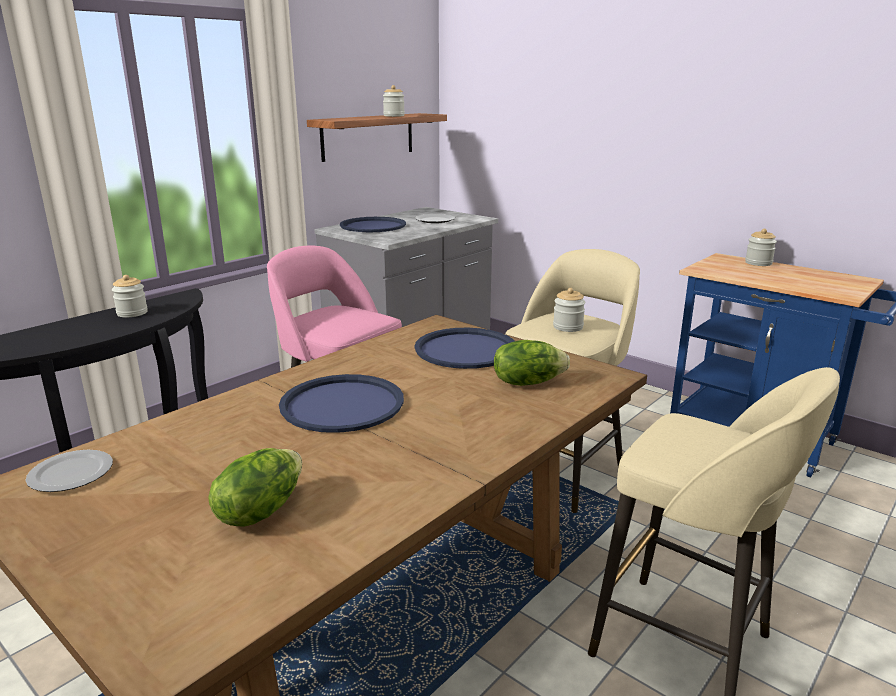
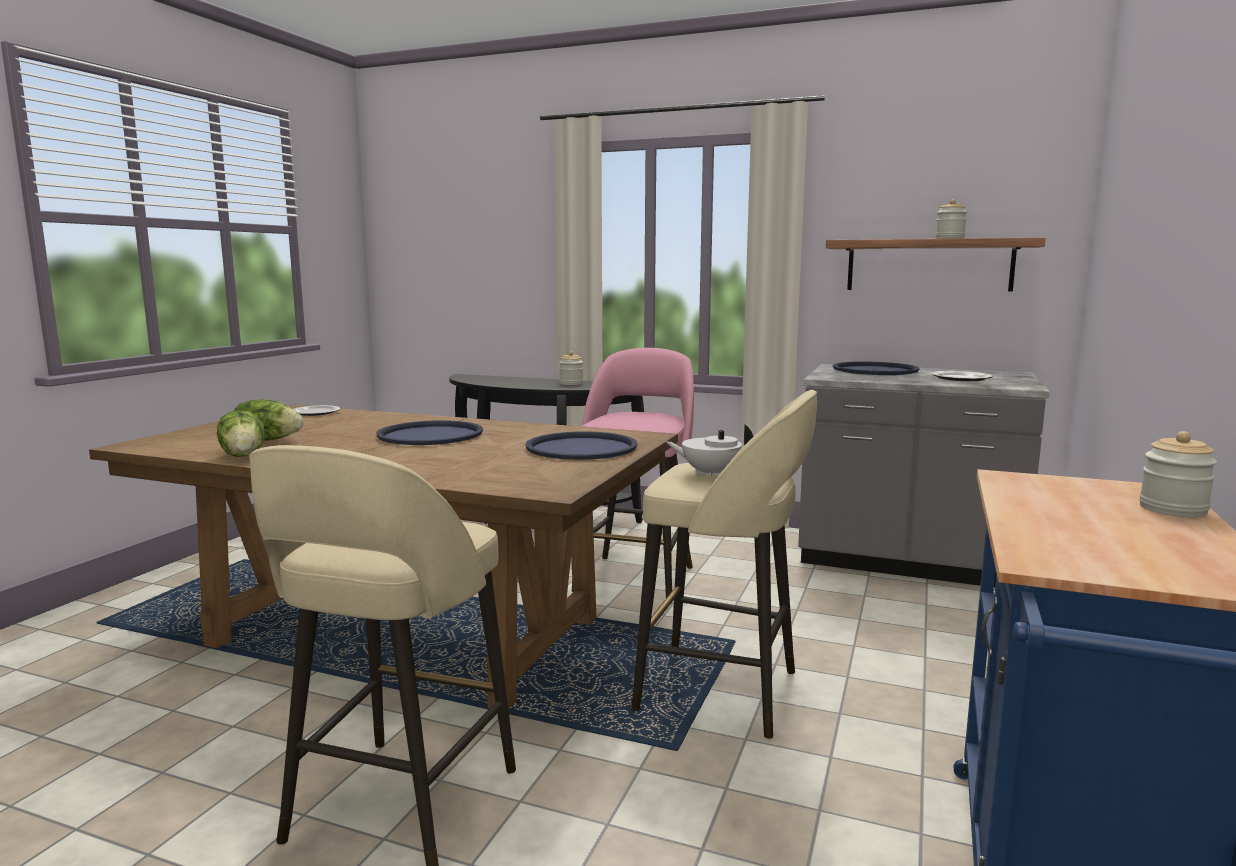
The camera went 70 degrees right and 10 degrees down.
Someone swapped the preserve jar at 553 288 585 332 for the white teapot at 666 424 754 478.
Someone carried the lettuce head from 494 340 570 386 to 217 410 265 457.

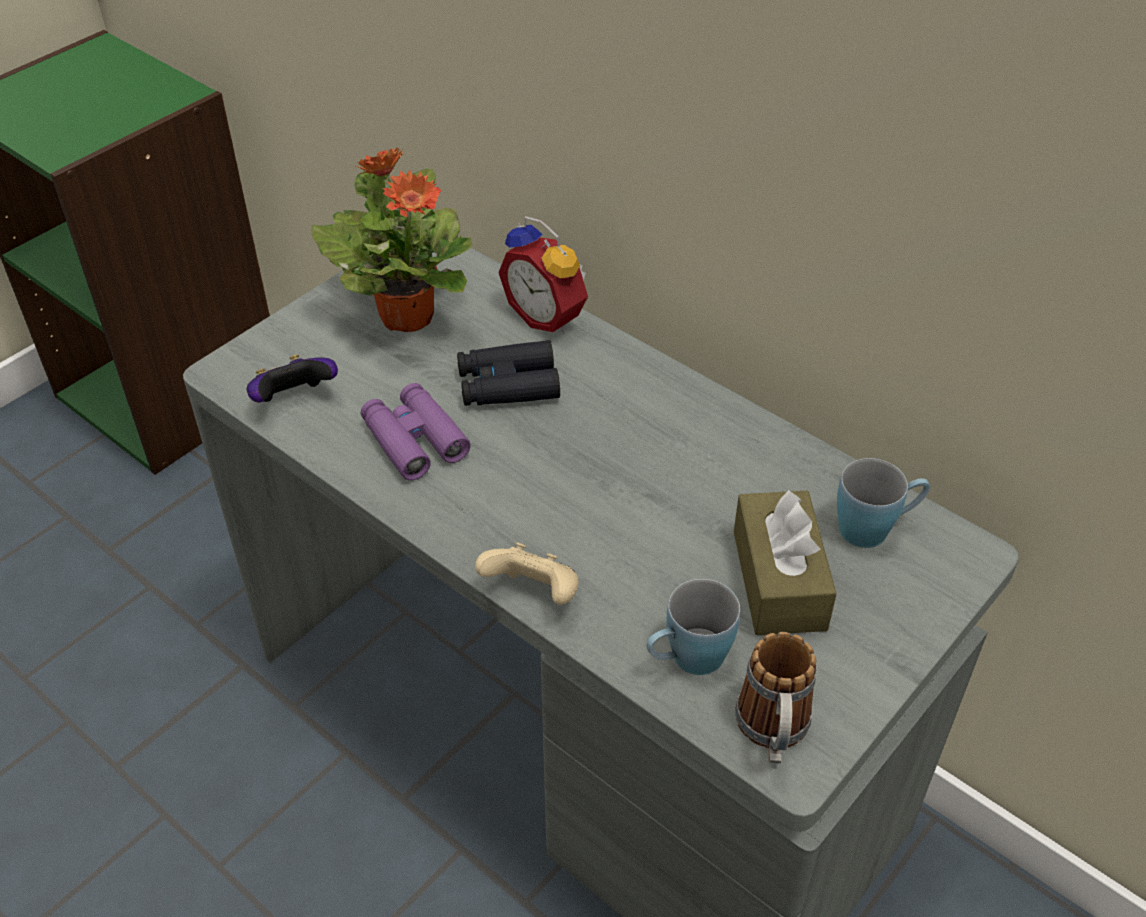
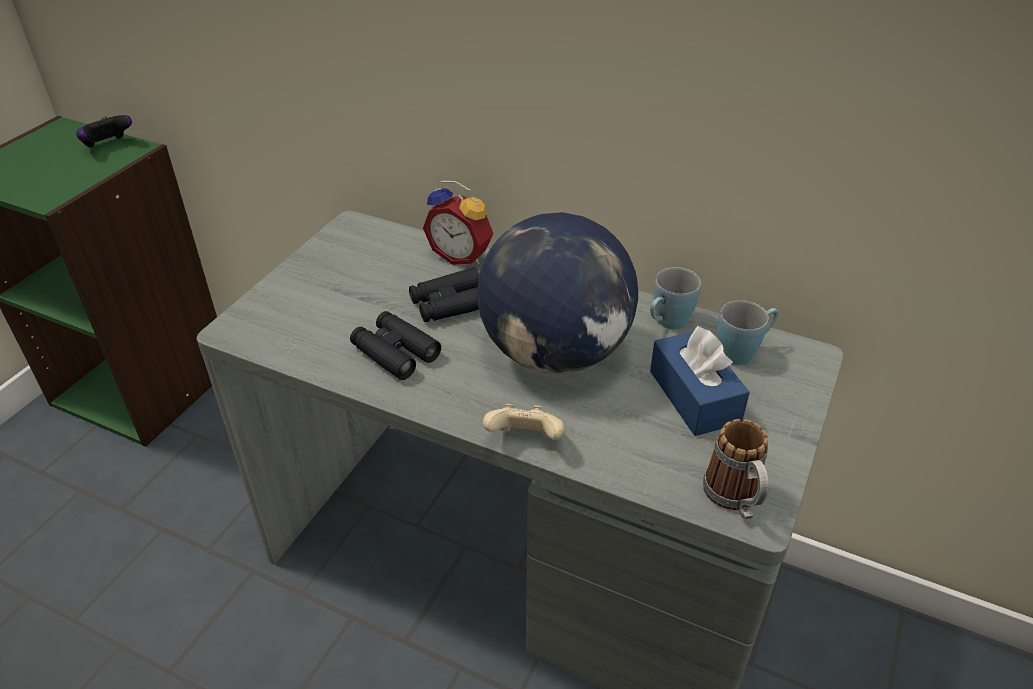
The camera went 15 degrees left and 5 degrees down.
Someone took away the plant in a pot at 311 148 473 332.
Someone carried the game controller from 247 355 338 403 to 76 115 132 148.
Someone repainted the purple binoculars at 361 383 470 481, which became the black-coloured binoculars at 350 311 441 380.
Someone repainted the brown-coloured box of tissues at 734 489 837 635, which became the blue box of tissues at 650 326 750 436.
Someone carried the blue coffee mug from 647 579 740 675 to 650 267 701 329.
Someone put down the globe at 477 212 638 374.

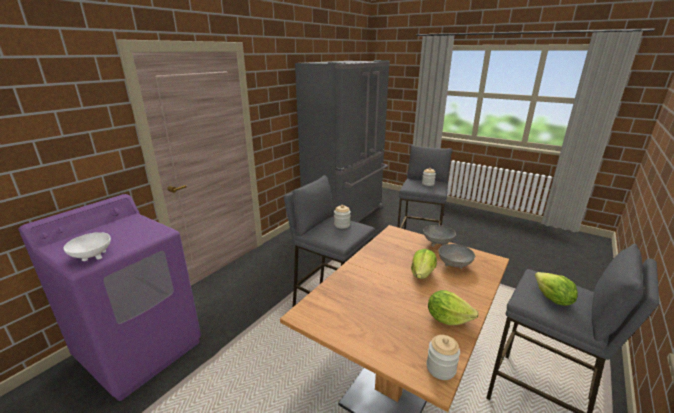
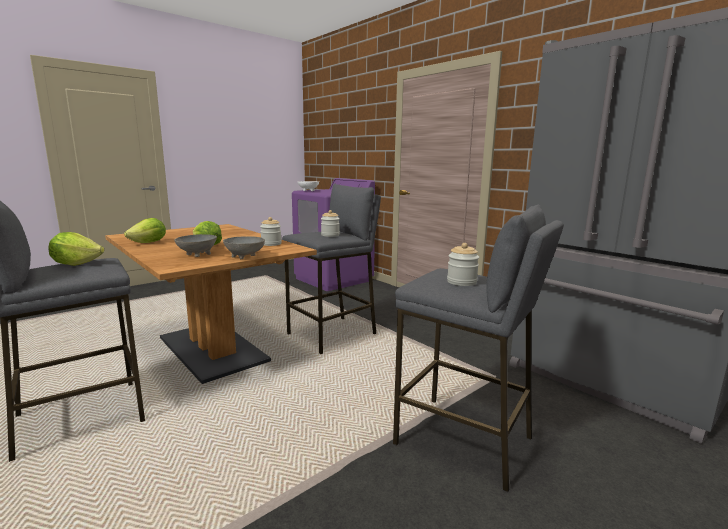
The camera went 105 degrees right and 10 degrees down.
Someone carried the preserve jar from 426 335 460 380 to 260 217 282 246.

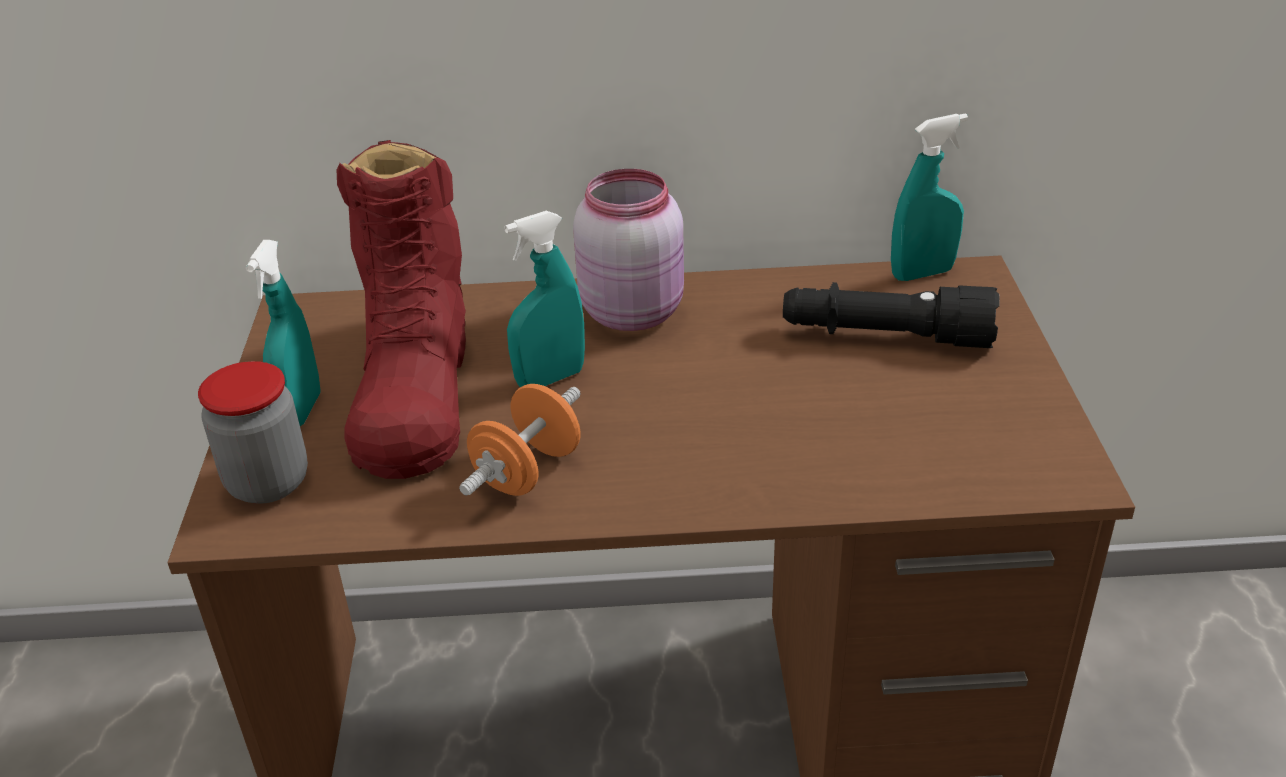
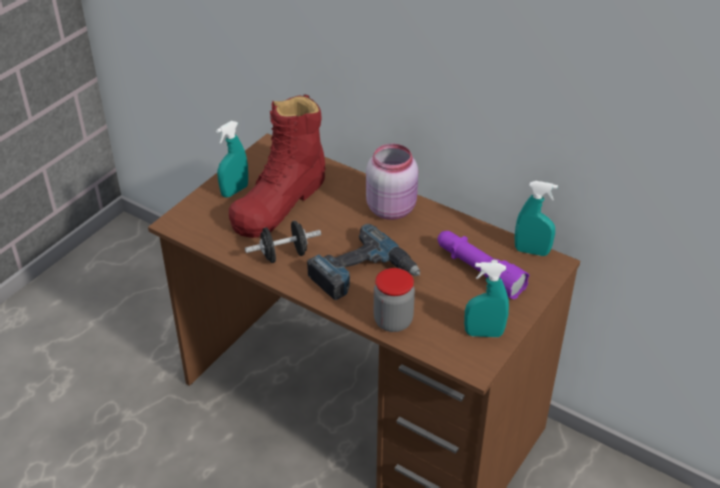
The camera went 35 degrees right and 5 degrees up.
Someone carried the turquoise-coloured sprayer from 504 211 585 387 to 464 262 509 337.
Someone repainted the black-coloured flashlight at 783 282 1000 348, which became the purple flashlight at 437 231 530 299.
Someone carried the preserve jar from 198 361 308 504 to 374 268 415 332.
Someone repainted the orangey hand weight at 459 384 581 496, which became the black-coloured hand weight at 245 221 321 263.
Someone put down the power drill at 307 224 420 300.

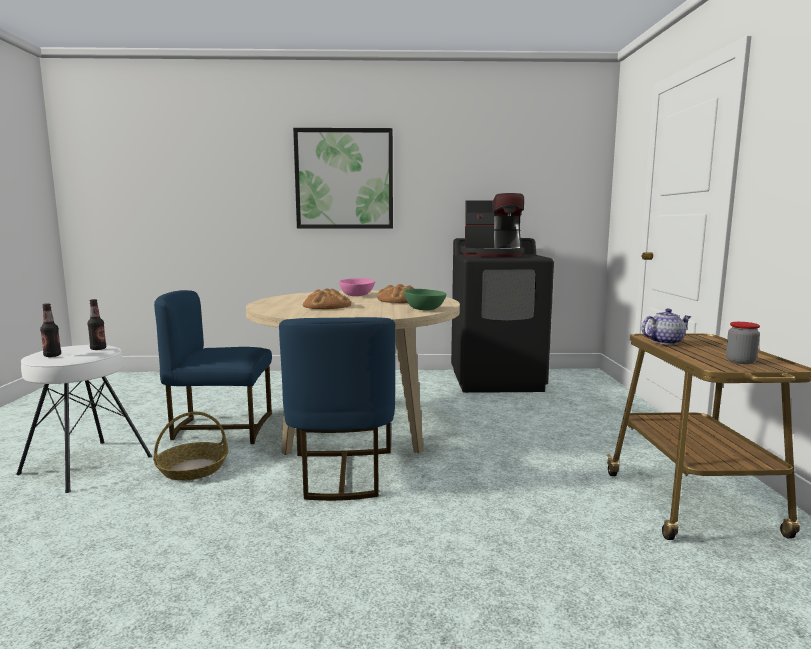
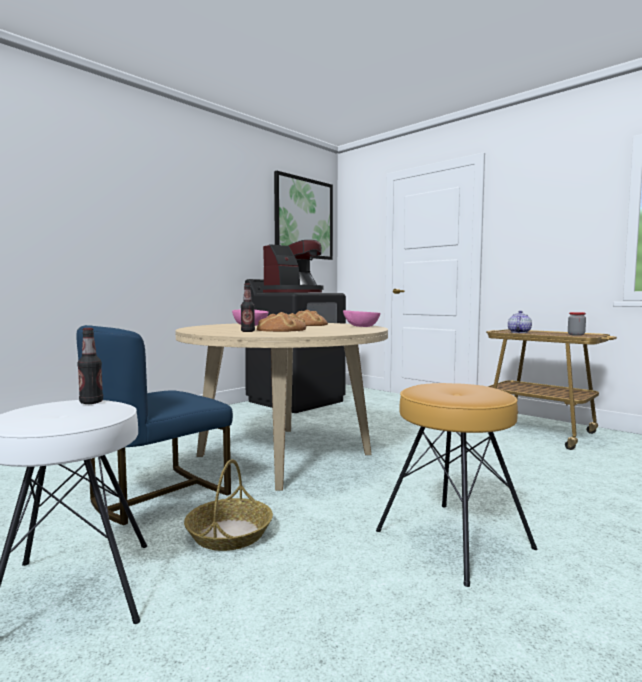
The camera went 45 degrees left and 5 degrees down.
Someone carried the picture from 293 128 393 229 to 274 171 333 260.
Someone repainted the green serving bowl at 404 289 446 311, which became the pink-coloured serving bowl at 343 310 380 327.
Someone carried the beverage bottle from 40 303 61 357 to 241 284 255 332.
Someone took away the blue chair at 279 317 395 501.
Someone put down the brown-coloured stool at 376 383 537 587.

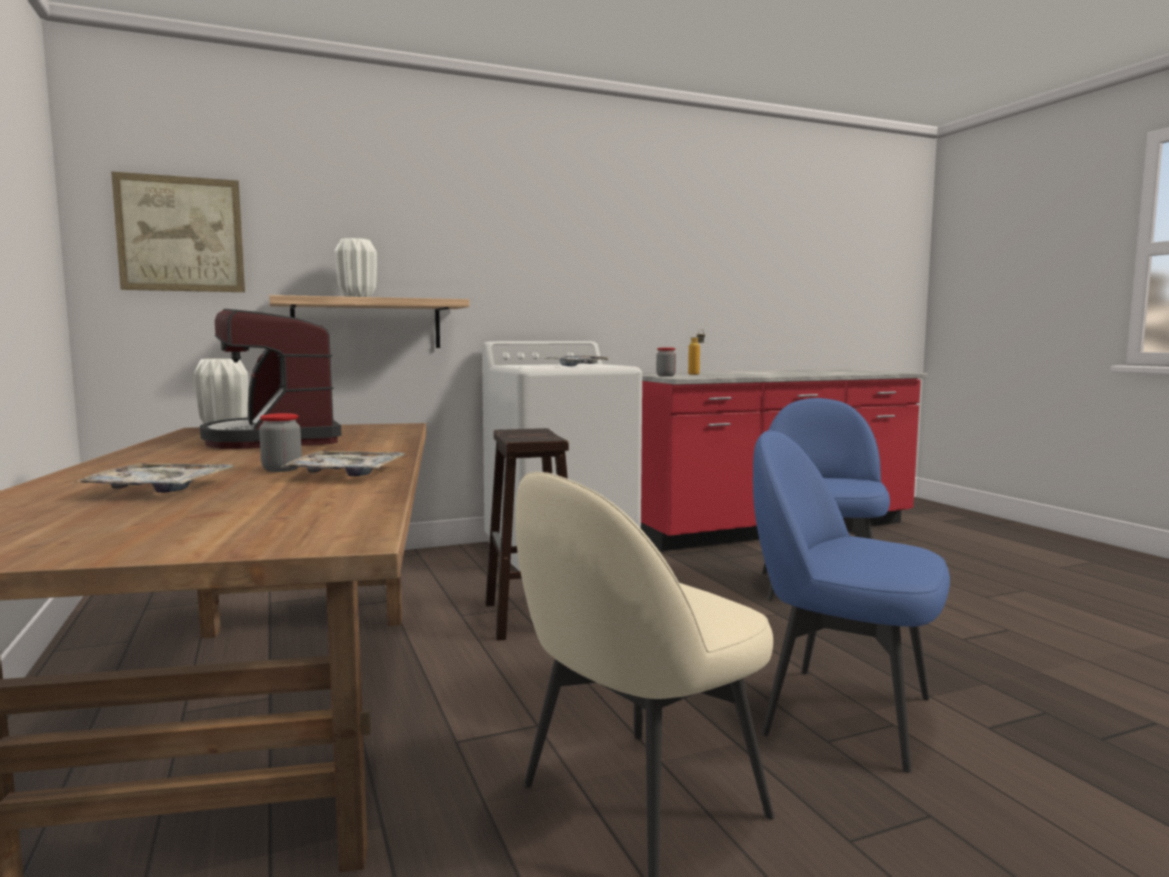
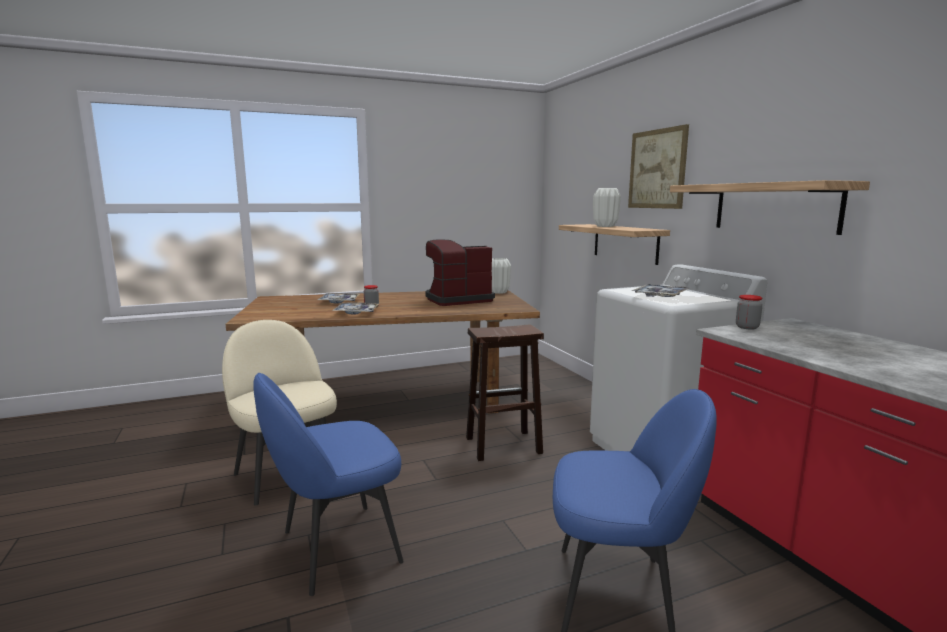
The camera went 90 degrees right and 5 degrees up.
Someone carried the picture from 111 171 245 292 to 628 124 689 209.
Someone took away the beverage bottle at 688 329 705 375.
Someone rotated the blue chair at 753 430 950 773 by 150 degrees counterclockwise.
Someone put up the shelf at 670 180 870 235.

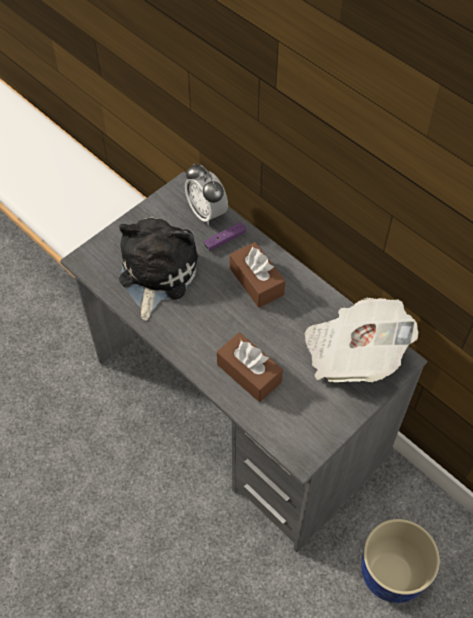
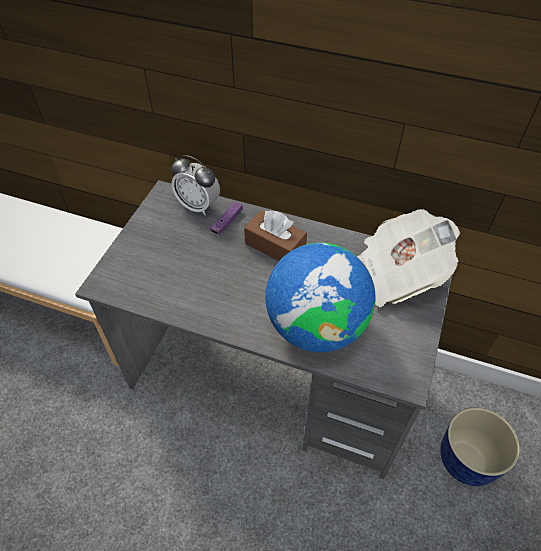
The camera went 25 degrees left and 5 degrees down.
Someone took away the soft toy at 119 217 198 321.
Someone swapped the brown-coloured box of tissues at 217 332 283 402 for the globe at 265 243 375 352.

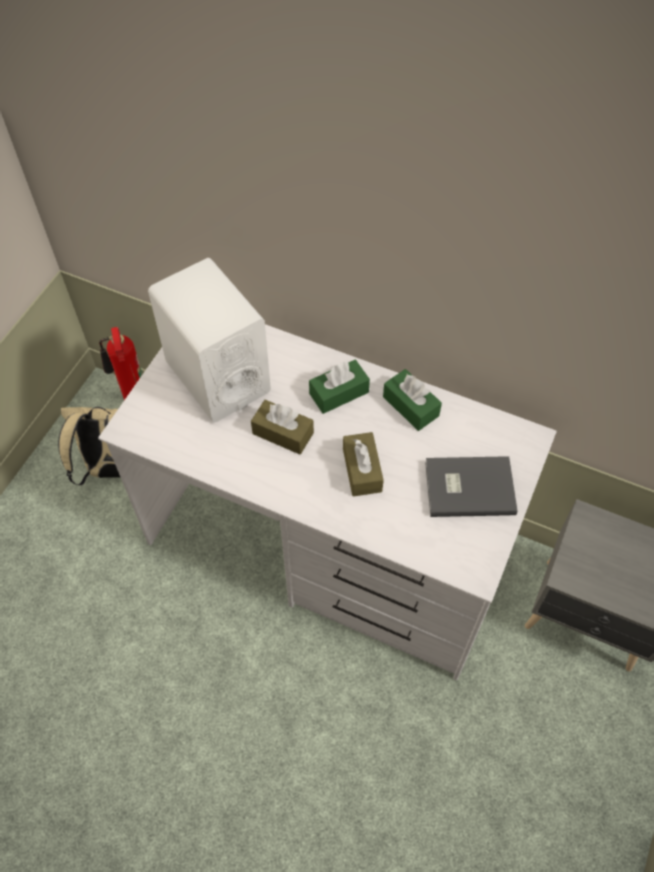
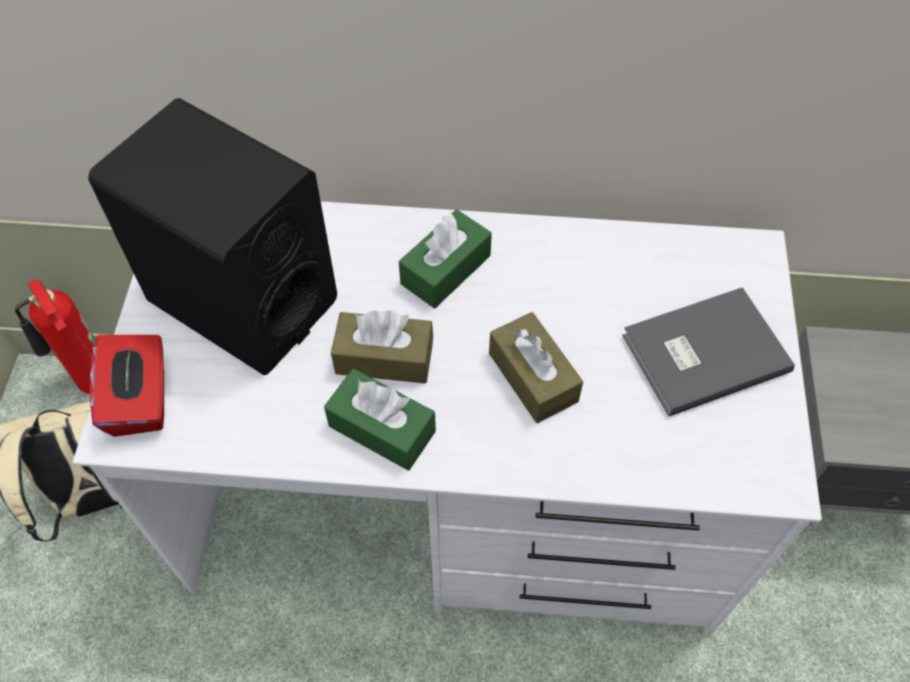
The camera went 20 degrees left and 0 degrees up.
Someone repainted the white speaker at 148 258 271 422, which became the black-coloured speaker at 88 98 337 375.
Someone carried the green box of tissues from 383 369 442 431 to 324 369 436 470.
Someone put down the reddish box of tissues at 90 335 164 437.

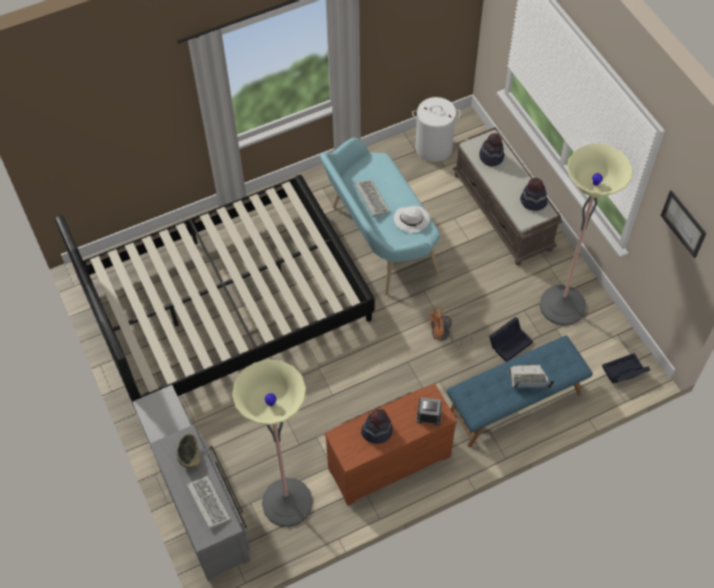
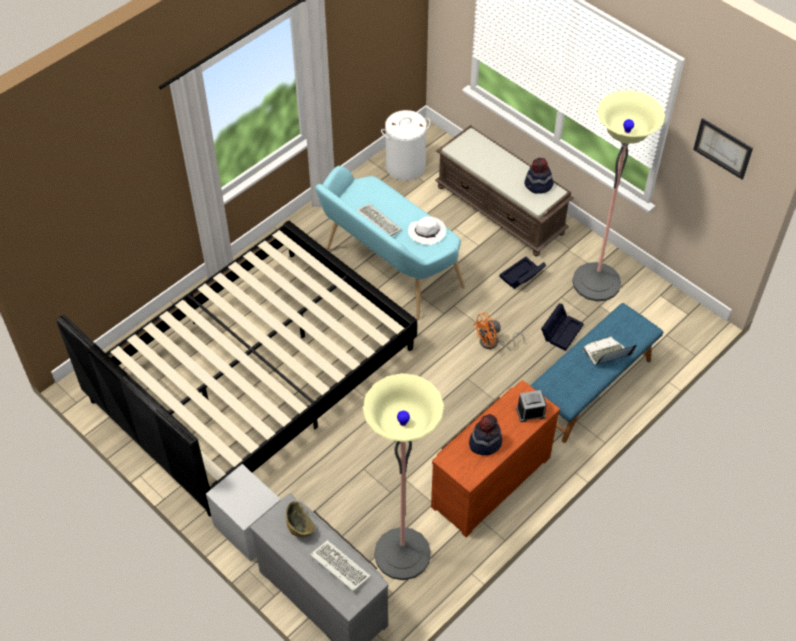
The camera went 20 degrees left and 5 degrees down.
Someone took away the wearable hat at 479 133 504 166.
Someone carried the black-coloured storage bin from 602 353 650 383 to 499 256 547 289.

